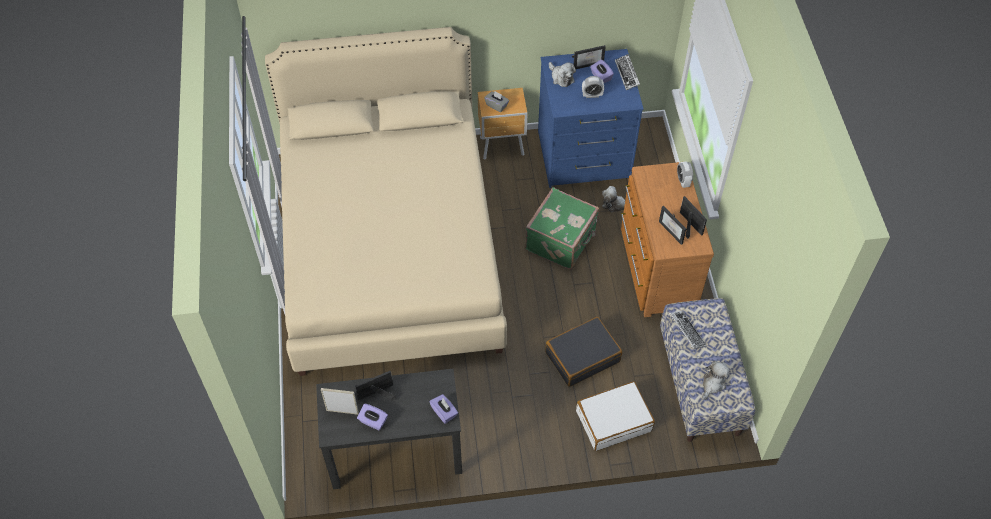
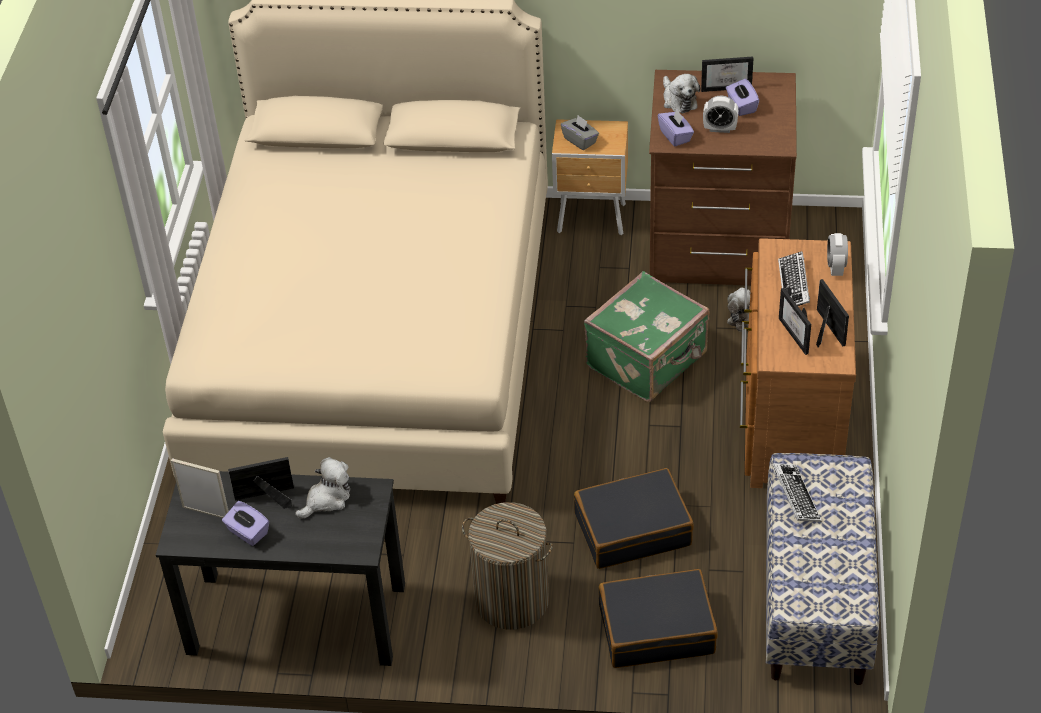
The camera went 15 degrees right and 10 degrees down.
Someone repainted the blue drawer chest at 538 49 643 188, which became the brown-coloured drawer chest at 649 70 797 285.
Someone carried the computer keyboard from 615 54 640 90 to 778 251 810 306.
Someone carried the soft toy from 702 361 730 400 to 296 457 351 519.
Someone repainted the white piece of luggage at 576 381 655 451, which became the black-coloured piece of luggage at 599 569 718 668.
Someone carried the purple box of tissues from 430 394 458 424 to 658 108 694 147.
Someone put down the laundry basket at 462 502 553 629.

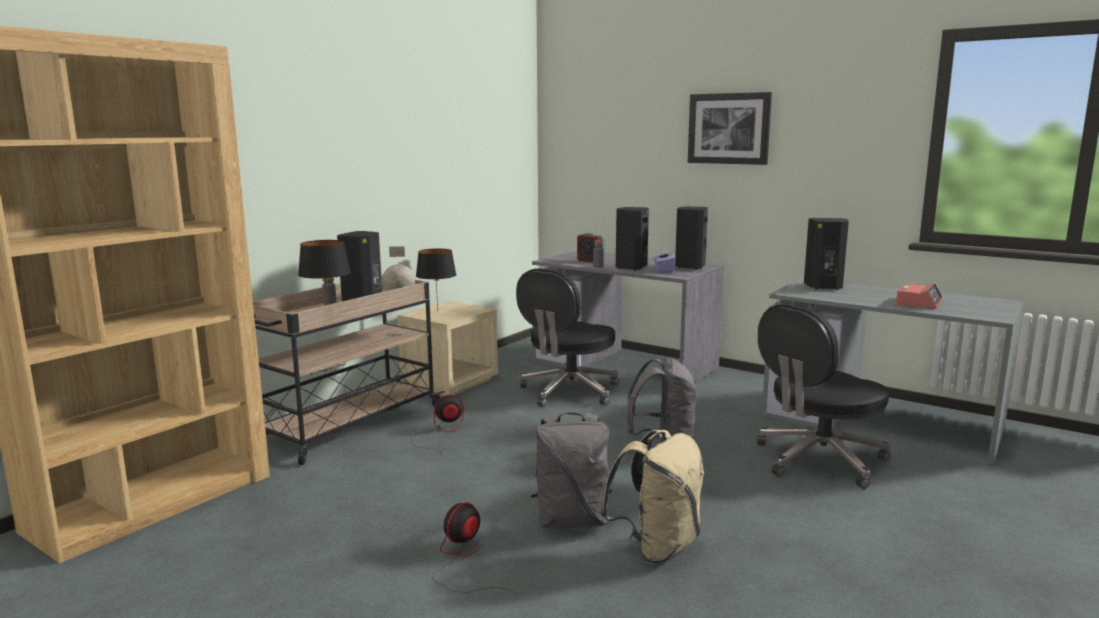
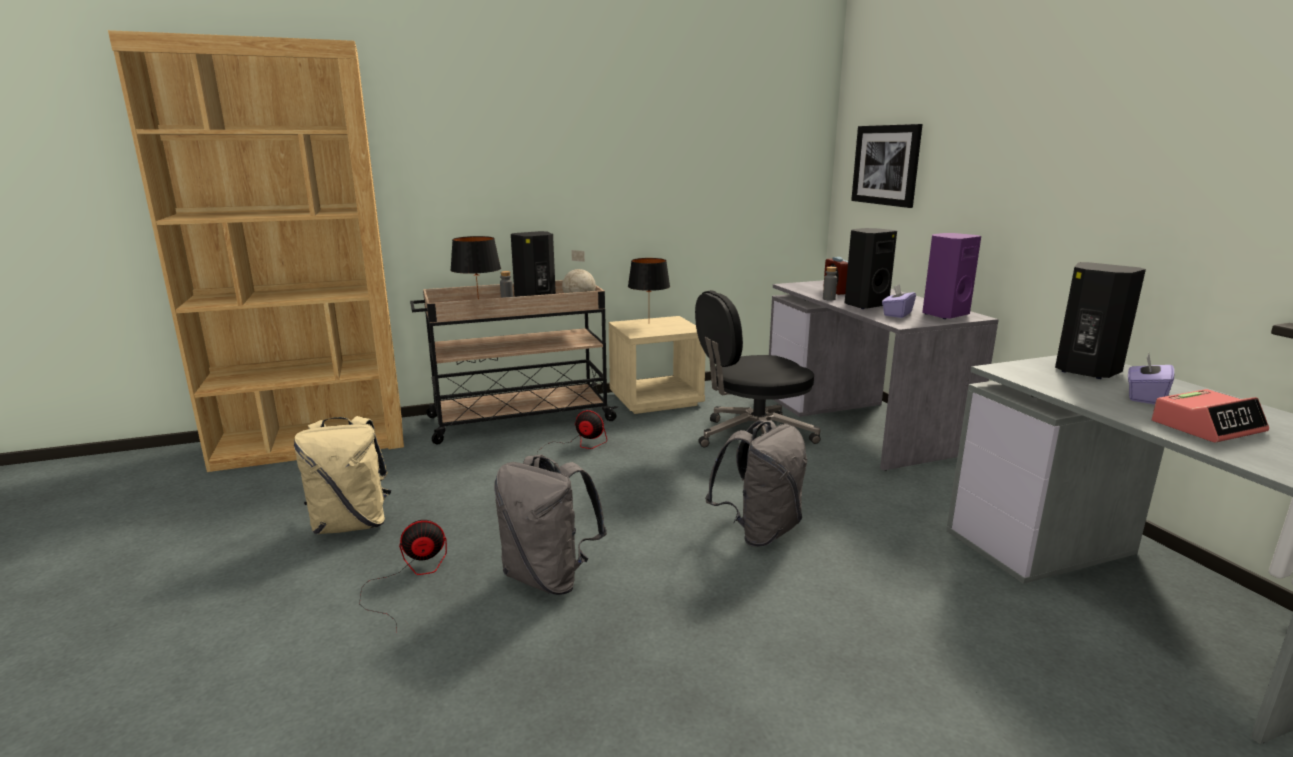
The camera went 35 degrees right and 5 degrees up.
Someone carried the picture from 688 92 772 165 to 851 124 922 208.
Someone repainted the black-coloured speaker at 675 207 708 270, which became the purple speaker at 923 233 981 319.
Someone took away the black-coloured office chair at 757 304 890 489.
Someone carried the sand-coloured knapsack from 600 430 704 564 to 294 416 391 534.
Someone put down the purple box of tissues at 1128 353 1174 404.

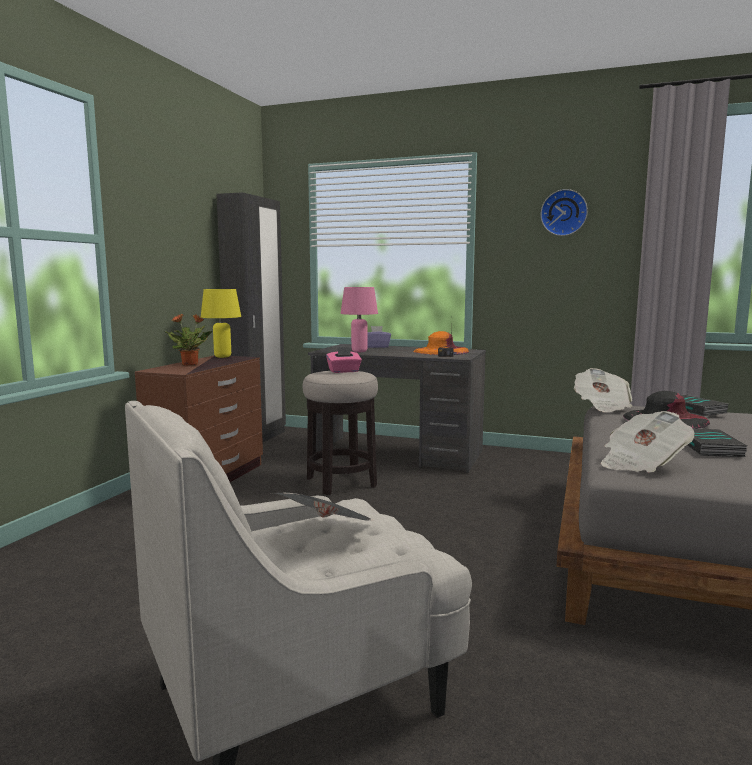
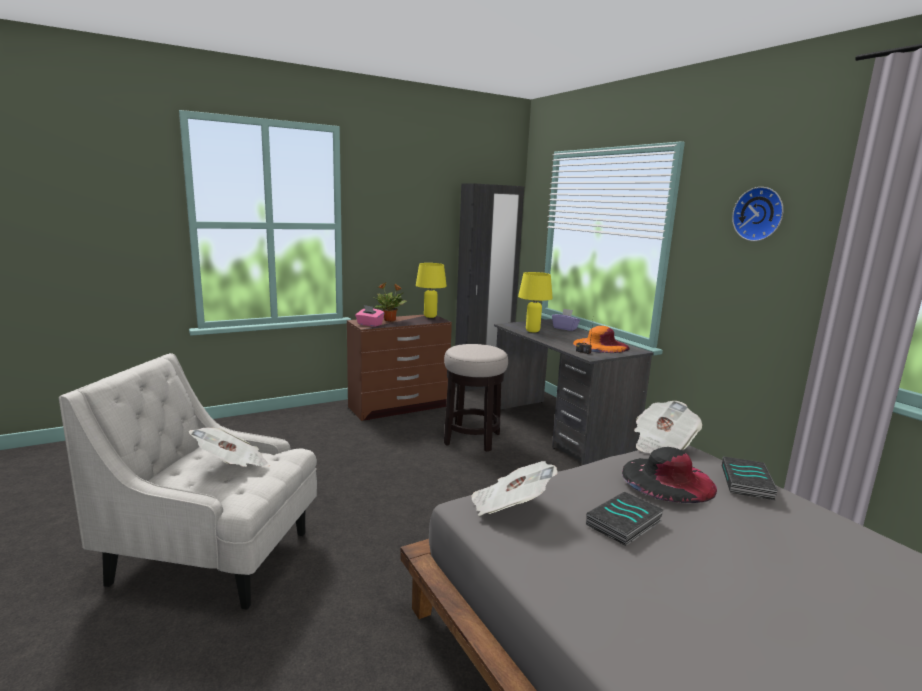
The camera went 40 degrees right and 5 degrees up.
Someone repainted the pink-coloured tabletop lamp at 340 287 378 352, which became the yellow-coloured tabletop lamp at 518 272 553 332.
Someone carried the pink-coloured box of tissues from 326 347 362 373 to 355 305 384 327.

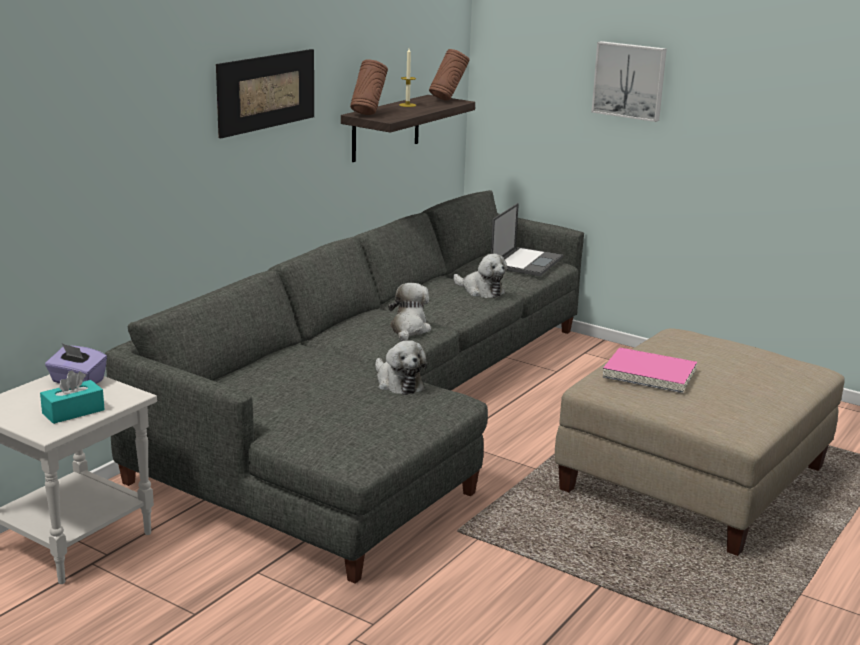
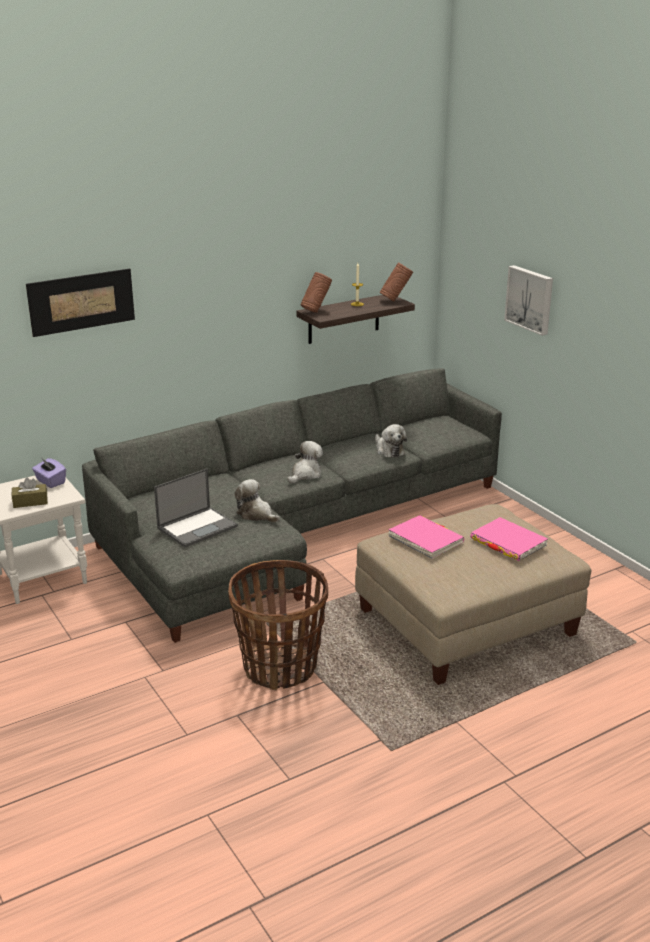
The camera went 25 degrees right and 5 degrees up.
Someone carried the picture from 216 49 314 138 to 26 268 135 337.
Someone carried the laptop from 491 203 563 276 to 154 468 238 547.
Someone rotated the soft toy at 375 340 427 395 by 135 degrees clockwise.
Someone repainted the turquoise-coloured box of tissues at 40 370 105 424, which became the brown-coloured box of tissues at 12 478 48 508.
Someone put down the pink-coloured volume at 470 517 548 561.
Someone put down the basket at 228 560 328 690.

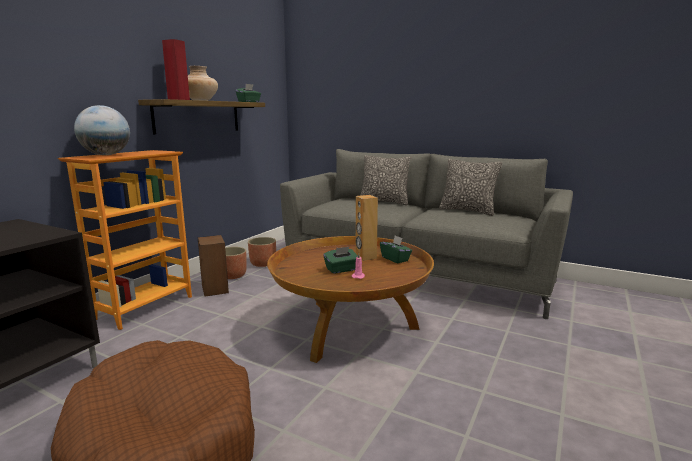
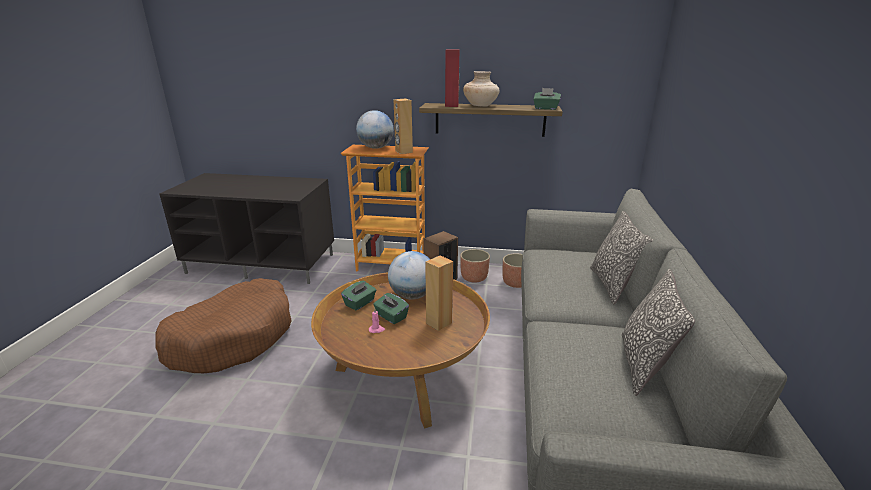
The camera went 70 degrees right and 10 degrees up.
Someone carried the green box of tissues from 380 236 412 263 to 341 281 376 310.
Someone put down the brown-coloured speaker at 393 99 413 154.
Someone put down the globe at 388 251 430 299.

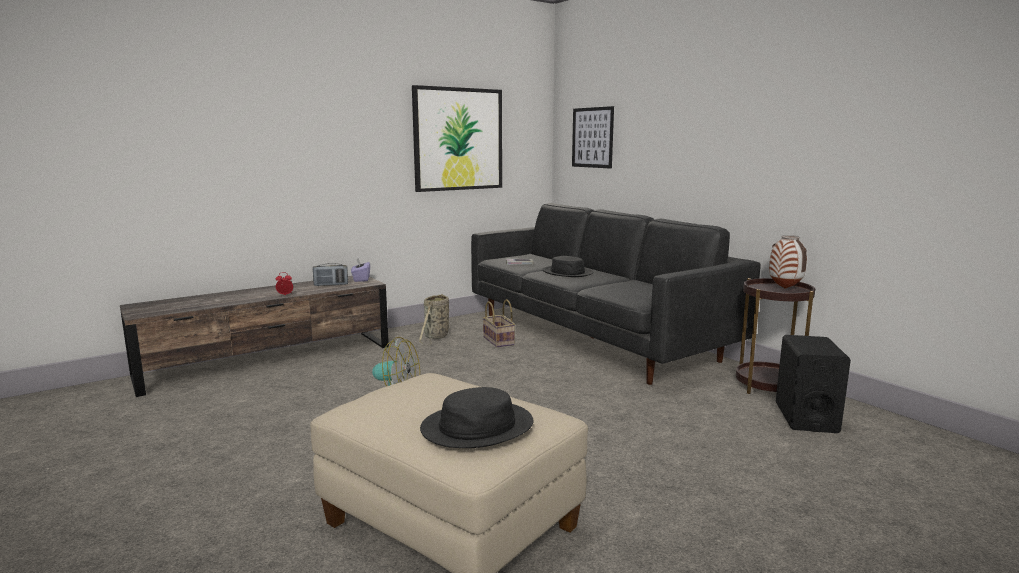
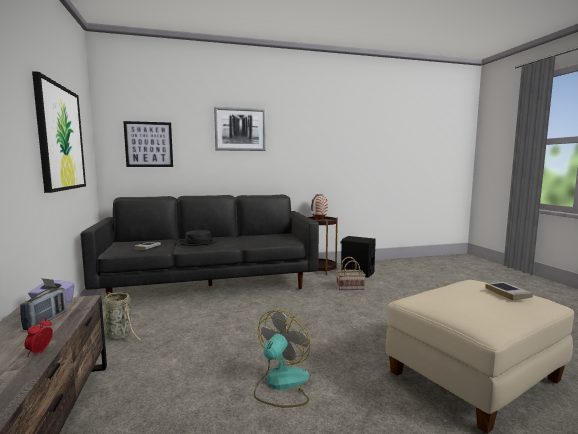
The camera went 70 degrees left and 5 degrees down.
Someone carried the basket from 483 299 515 347 to 336 257 366 290.
Someone swapped the black-coloured wearable hat at 420 387 534 448 for the volume at 486 282 533 300.
Someone put up the picture at 214 107 266 151.

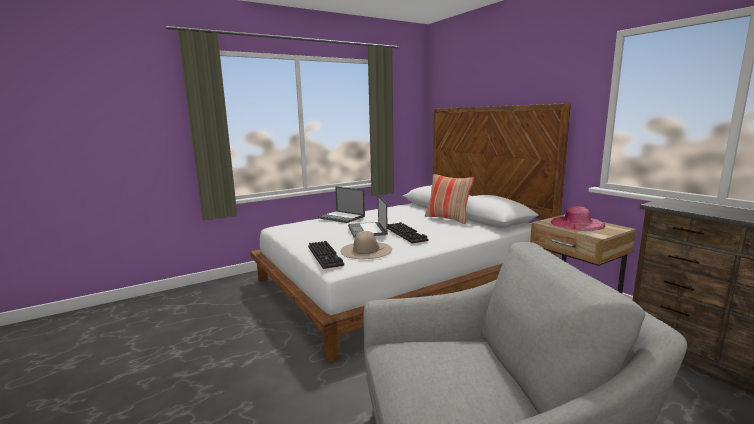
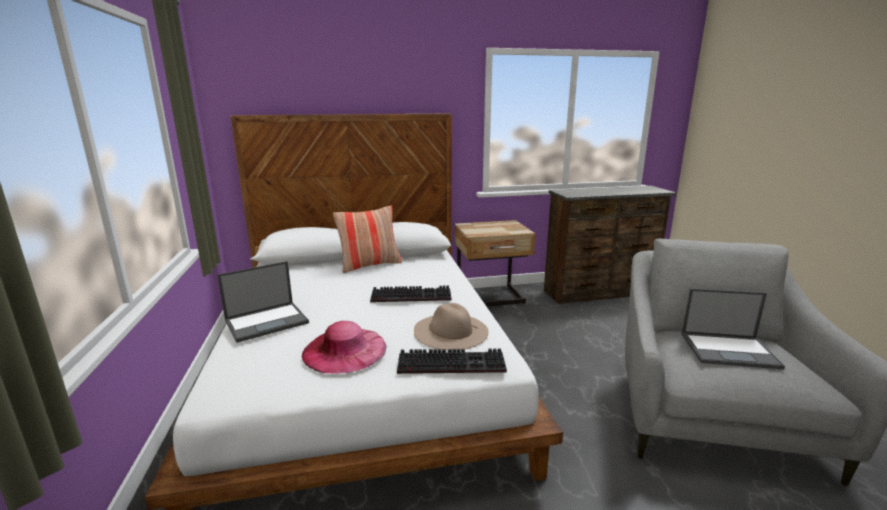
The camera went 70 degrees left and 5 degrees up.
Someone carried the laptop from 348 195 388 238 to 681 288 785 370.
Someone carried the pink-coloured wearable hat from 551 206 606 231 to 302 321 386 374.

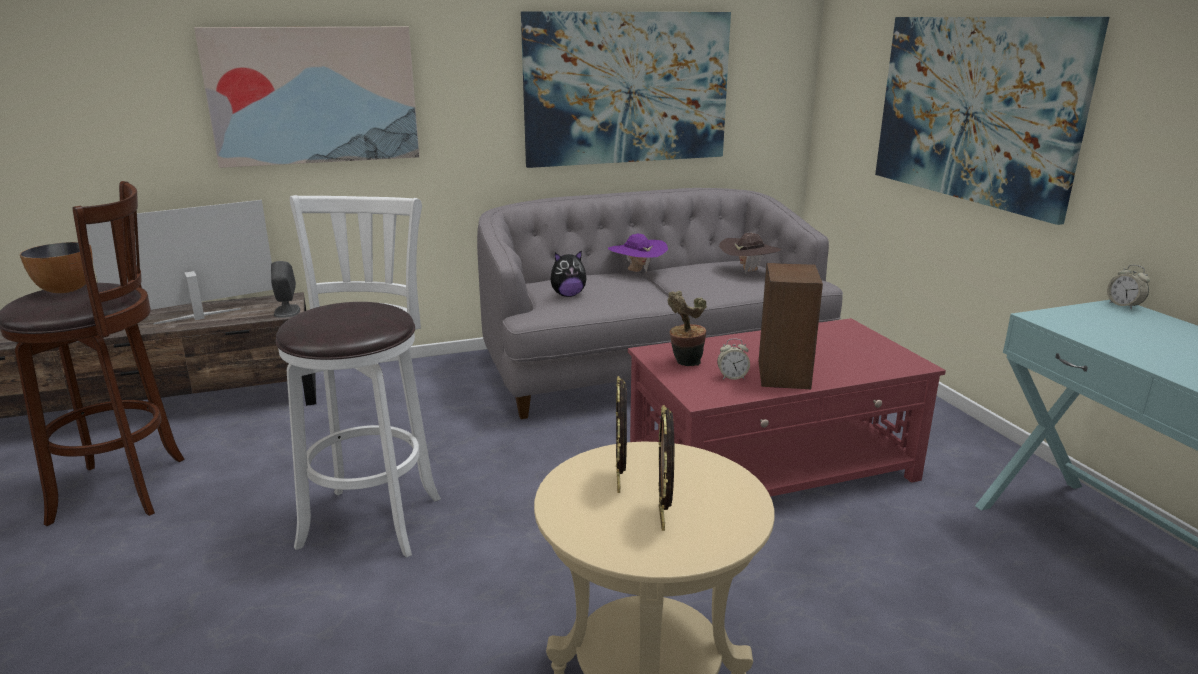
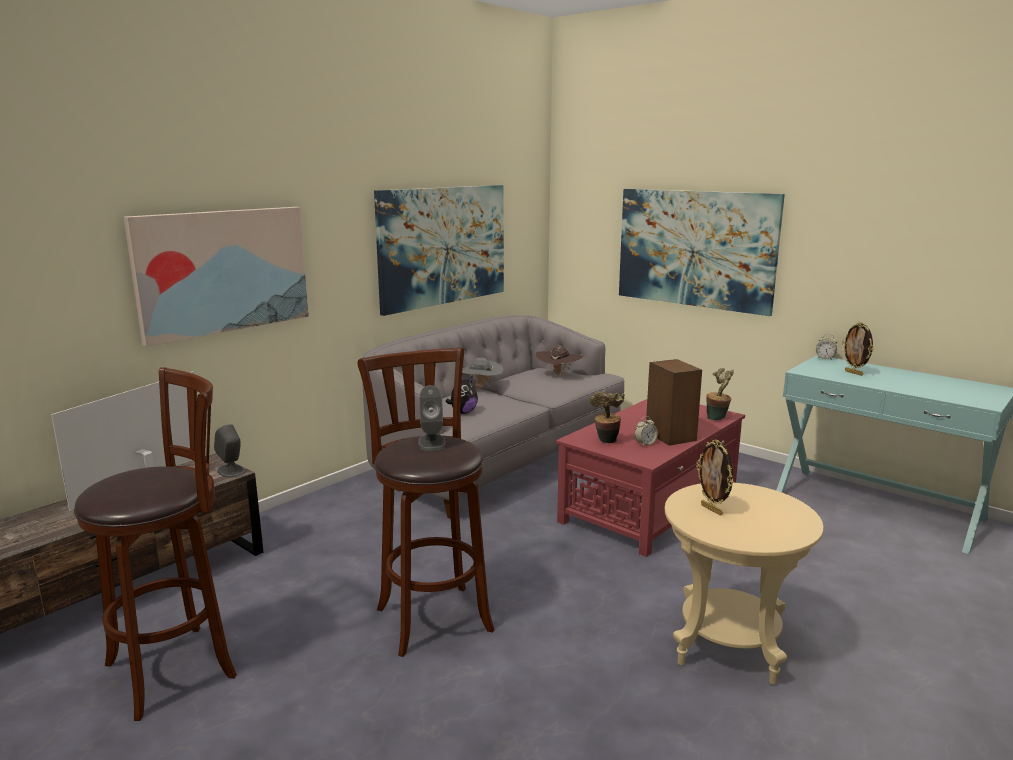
The camera went 30 degrees left and 5 degrees down.
Someone repainted the white stool at 276 195 441 558, which became the brown-coloured stool at 358 347 495 657.
Someone repainted the purple wearable hat at 608 234 668 273, which became the greyish wearable hat at 462 358 503 388.
Someone took away the serving bowl at 20 242 93 293.
Someone carried the photo frame from 658 405 674 531 to 842 322 874 376.
Someone put down the plant in a pot at 706 368 734 421.
Someone put down the greyish speaker at 418 385 446 451.

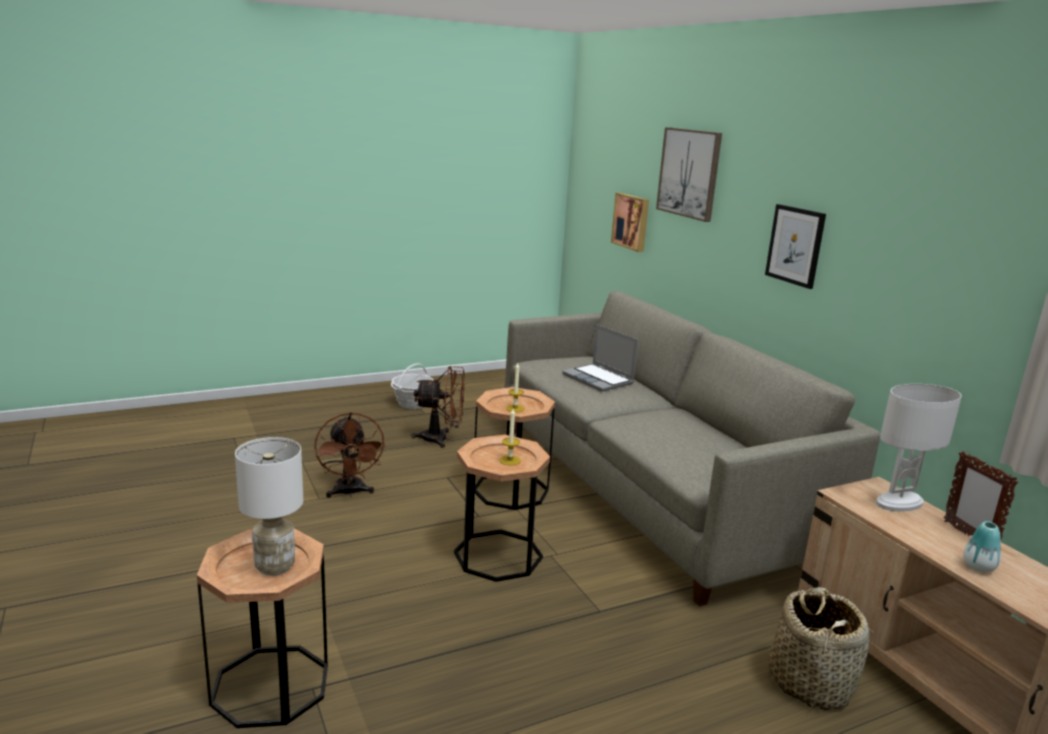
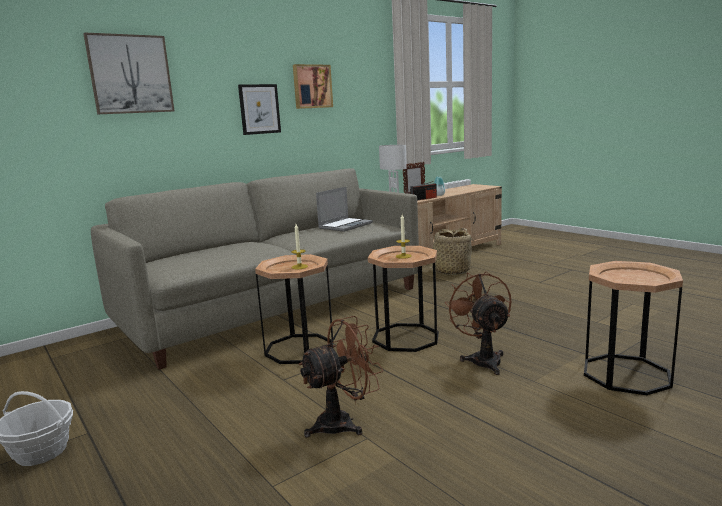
The camera went 100 degrees left and 5 degrees down.
Someone carried the picture from 611 193 649 252 to 293 64 333 109.
Someone carried the laptop from 562 324 638 392 to 316 187 373 232.
Someone carried the brown-coloured fan from 411 366 465 448 to 445 272 511 375.
Someone took away the white tabletop lamp at 235 437 303 576.
Someone put down the radio at 410 181 437 200.

